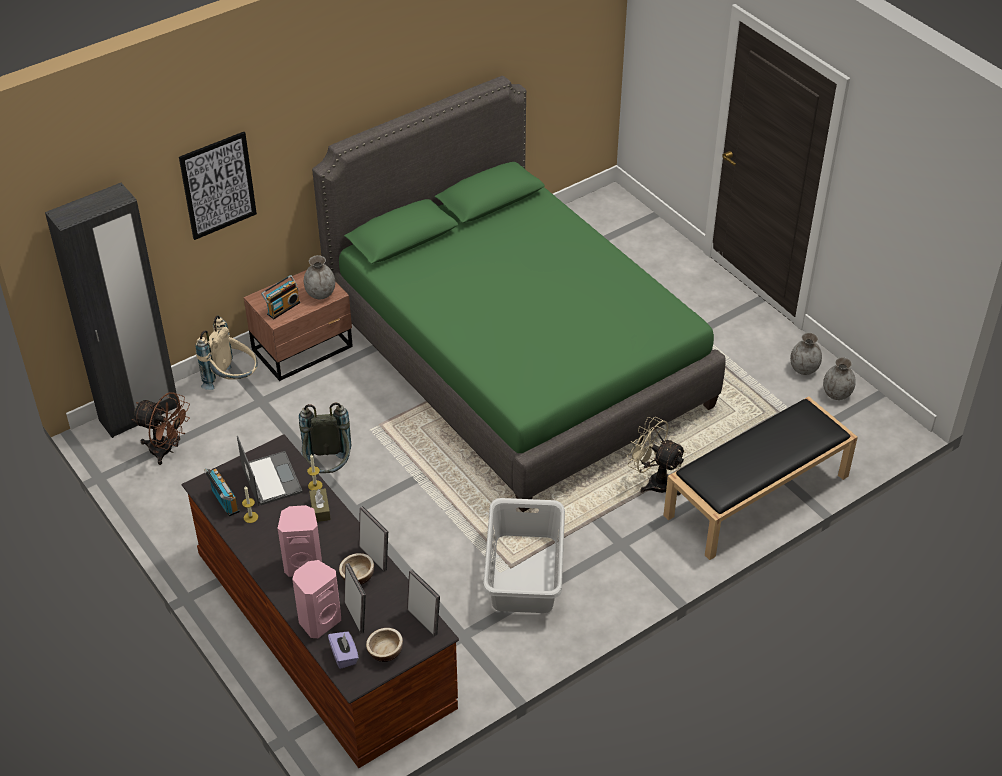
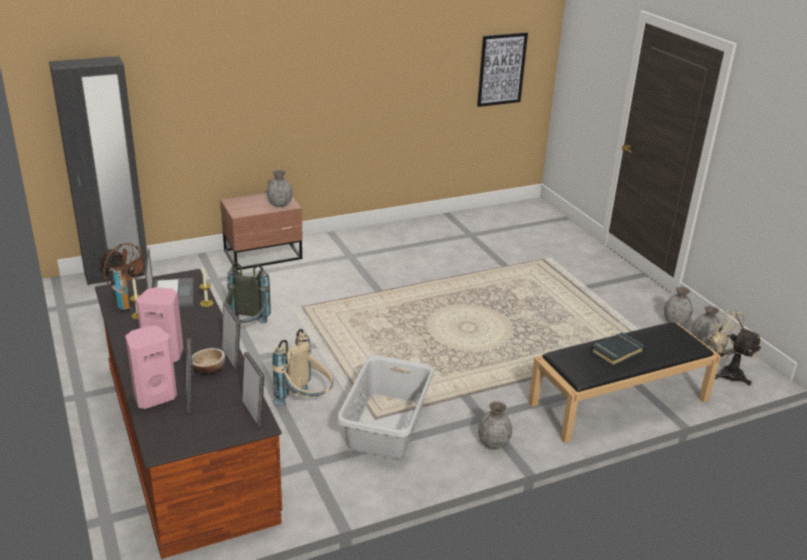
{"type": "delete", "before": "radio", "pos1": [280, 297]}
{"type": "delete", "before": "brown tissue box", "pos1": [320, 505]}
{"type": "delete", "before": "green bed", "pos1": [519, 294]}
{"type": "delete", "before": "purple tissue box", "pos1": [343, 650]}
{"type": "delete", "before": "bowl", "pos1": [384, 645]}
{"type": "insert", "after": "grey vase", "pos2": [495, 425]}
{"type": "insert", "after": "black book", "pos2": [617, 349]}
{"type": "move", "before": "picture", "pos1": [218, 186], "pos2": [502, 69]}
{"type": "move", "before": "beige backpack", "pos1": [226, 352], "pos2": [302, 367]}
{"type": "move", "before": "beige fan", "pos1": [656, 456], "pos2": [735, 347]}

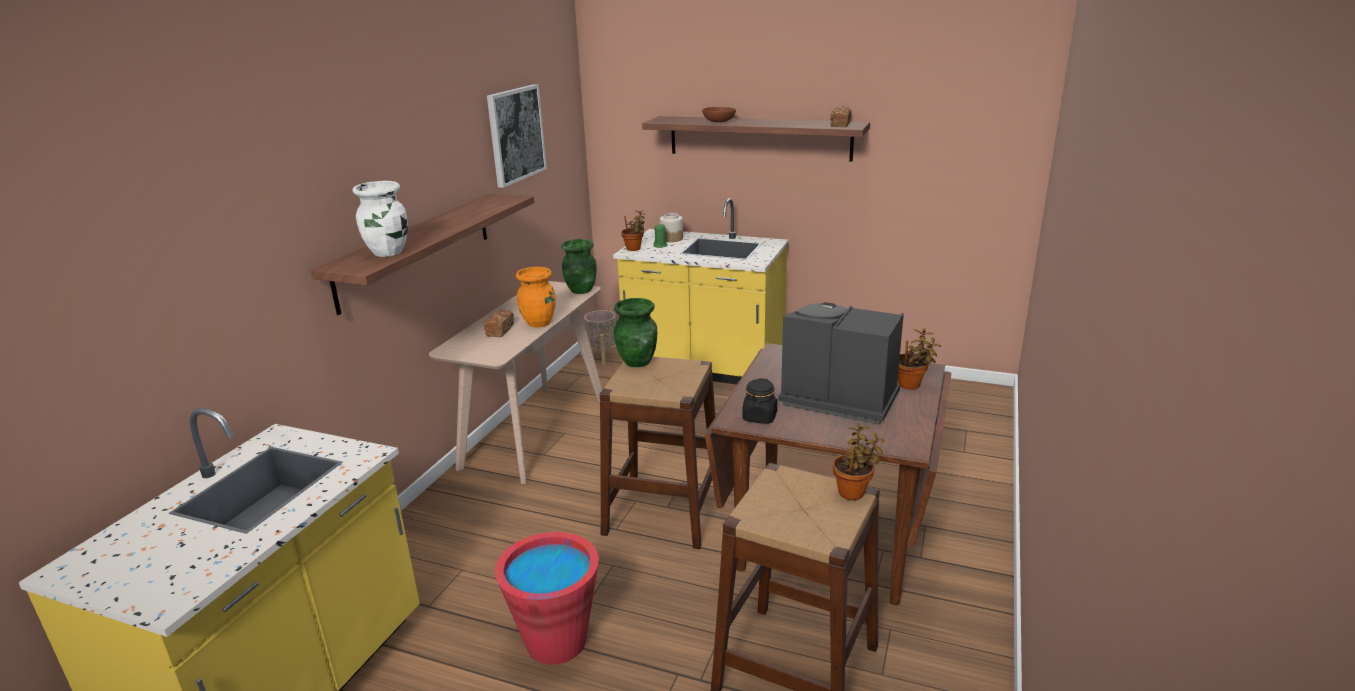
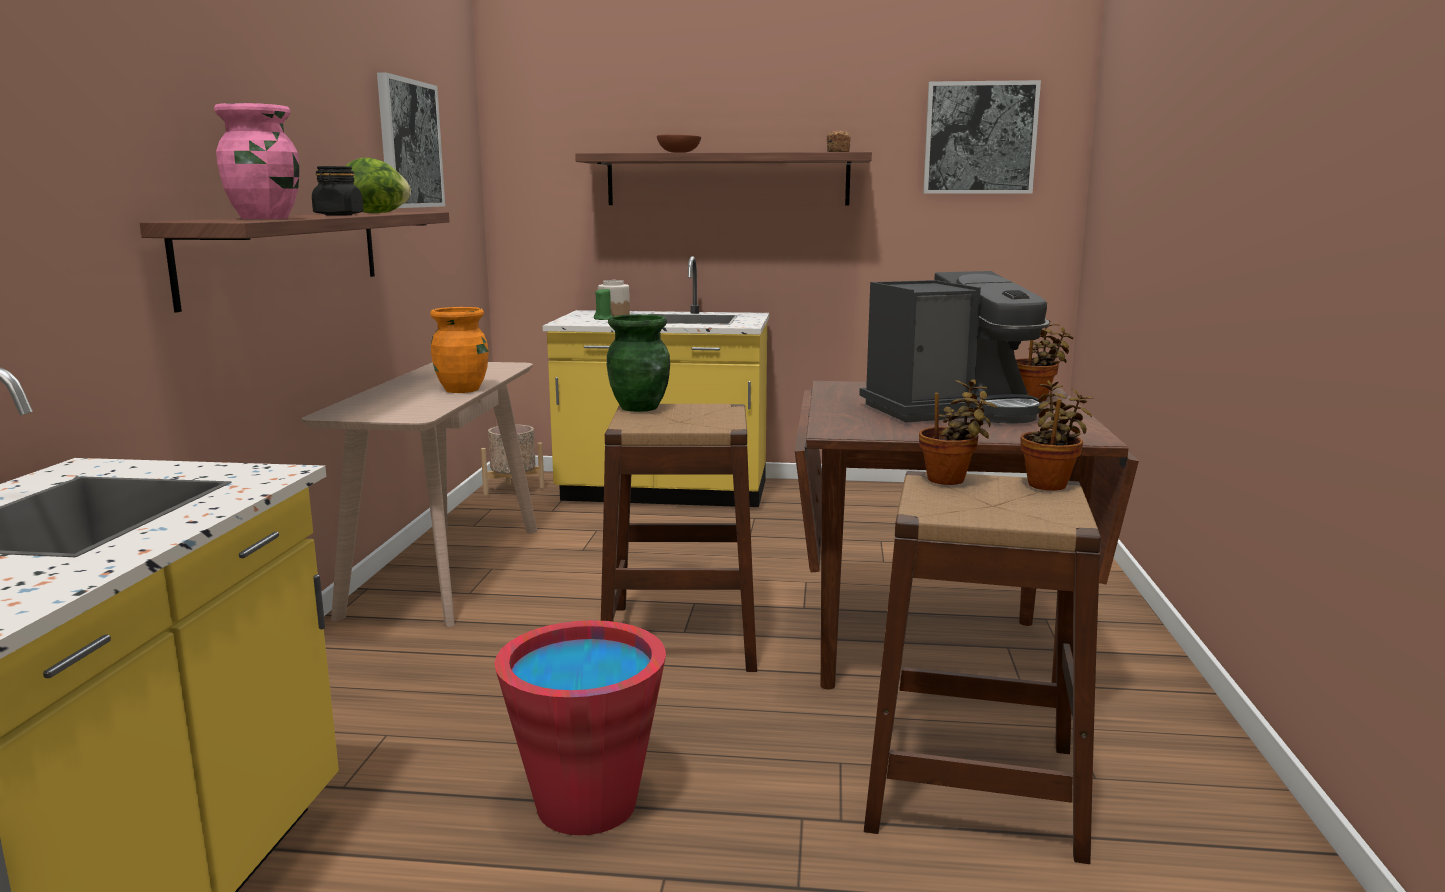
{"type": "delete", "before": "bread", "pos1": [499, 323]}
{"type": "delete", "before": "green vase", "pos1": [579, 266]}
{"type": "insert", "after": "lettuce", "pos2": [378, 185]}
{"type": "insert", "after": "picture", "pos2": [982, 137]}
{"type": "move", "before": "potted plant", "pos1": [633, 230], "pos2": [958, 432]}
{"type": "move", "before": "black jar", "pos1": [759, 401], "pos2": [338, 191]}
{"type": "recolor", "before": "white vase", "after": "pink vase", "pos1": [380, 219], "pos2": [256, 161]}
{"type": "rotate", "before": "coffee machine", "pos1": [841, 363], "pos2": [954, 347], "turn": 150}

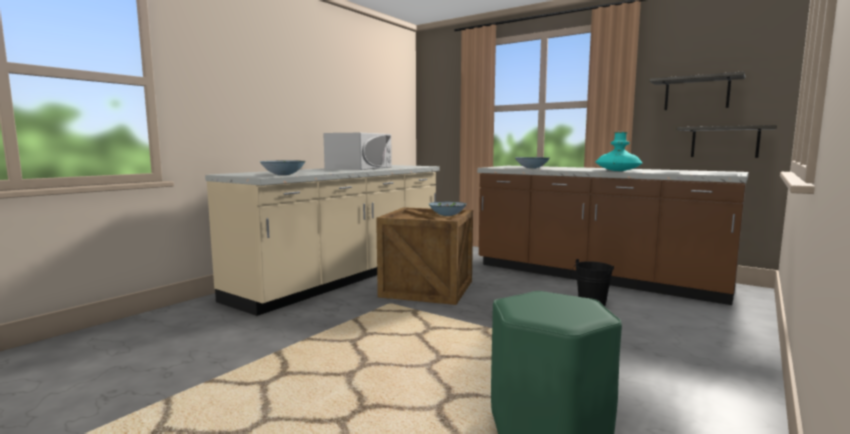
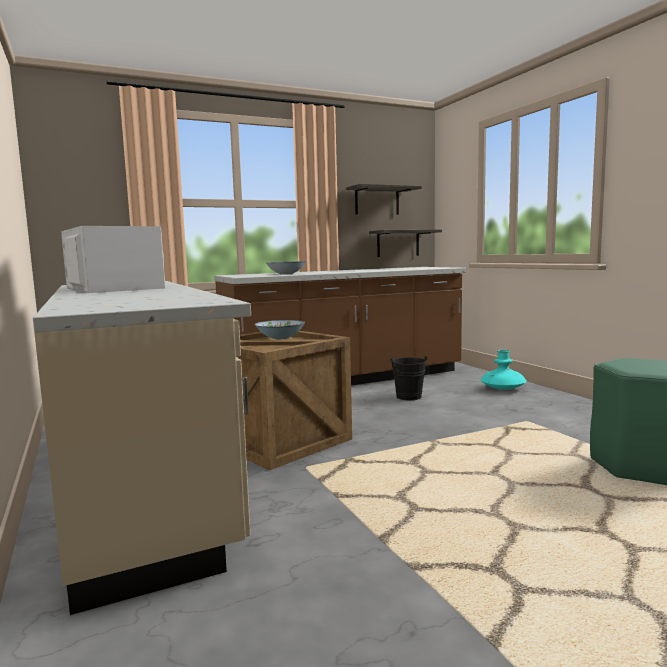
{"type": "delete", "before": "bowl", "pos1": [282, 167]}
{"type": "move", "before": "turquoise vase", "pos1": [619, 151], "pos2": [504, 370]}

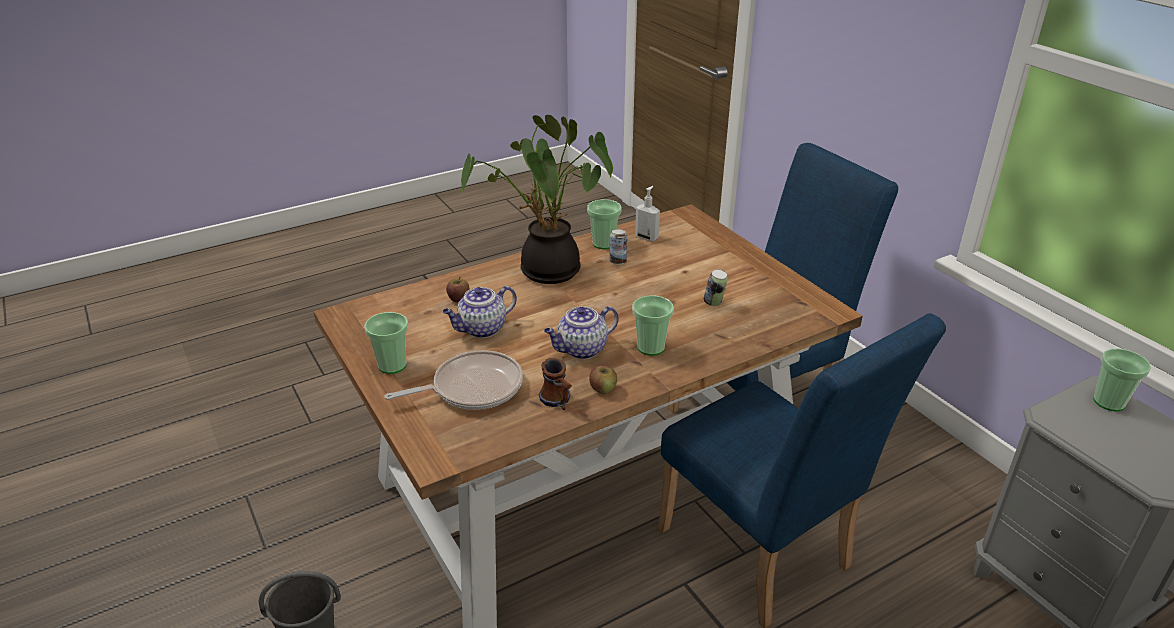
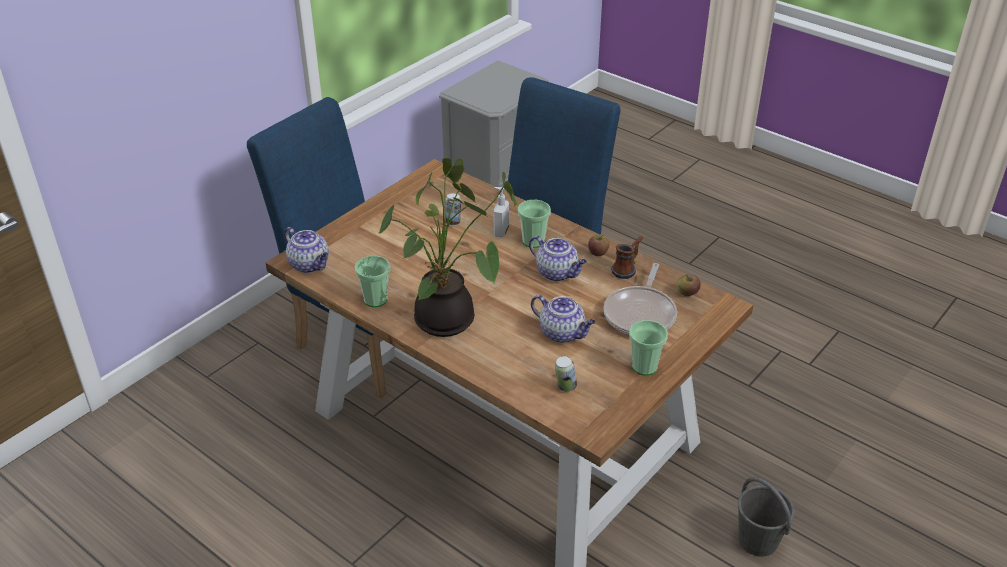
{"type": "delete", "before": "cup", "pos1": [1122, 379]}
{"type": "insert", "after": "teapot", "pos2": [306, 250]}
{"type": "move", "before": "apple", "pos1": [457, 289], "pos2": [689, 285]}
{"type": "move", "before": "can", "pos1": [618, 247], "pos2": [566, 374]}
{"type": "move", "before": "soap dispenser", "pos1": [647, 213], "pos2": [501, 212]}
{"type": "rotate", "before": "frying pan", "pos1": [453, 380], "pos2": [640, 299], "turn": -120}

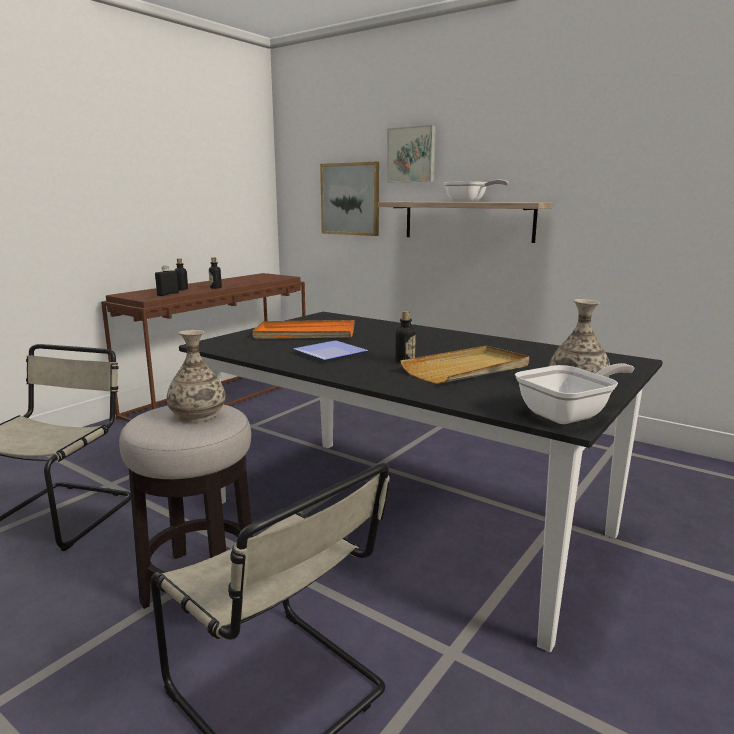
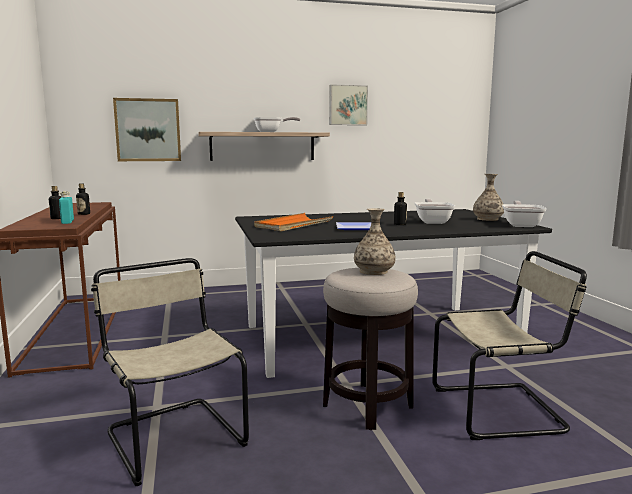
{"type": "move", "before": "picture", "pos1": [411, 153], "pos2": [348, 104]}
{"type": "replace", "before": "beige tray", "after": "frying pan", "pos1": [464, 364], "pos2": [435, 211]}
{"type": "recolor", "before": "black bottle", "after": "turquoise bottle", "pos1": [167, 280], "pos2": [66, 207]}

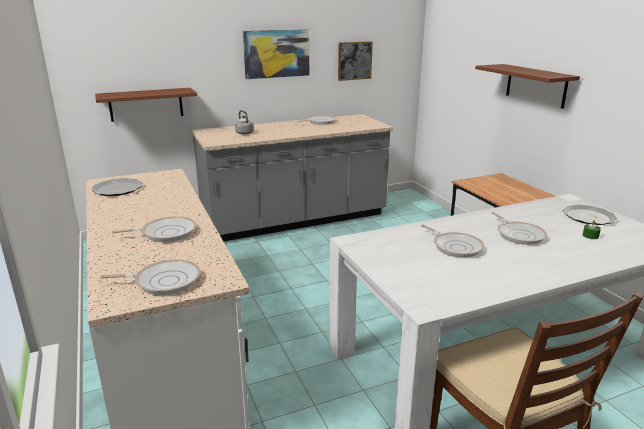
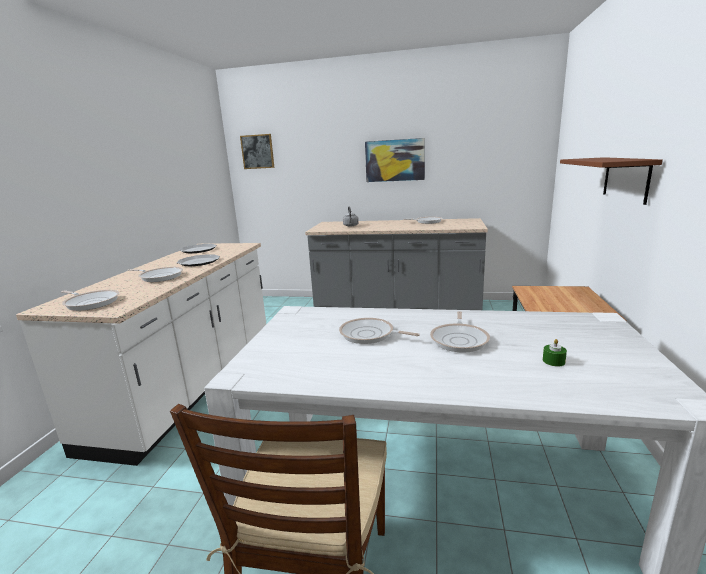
{"type": "delete", "before": "brown shelf", "pos1": [146, 105]}
{"type": "move", "before": "picture", "pos1": [355, 61], "pos2": [257, 151]}
{"type": "move", "before": "plate", "pos1": [590, 215], "pos2": [198, 260]}
{"type": "rotate", "before": "frying pan", "pos1": [453, 241], "pos2": [379, 331], "turn": 120}

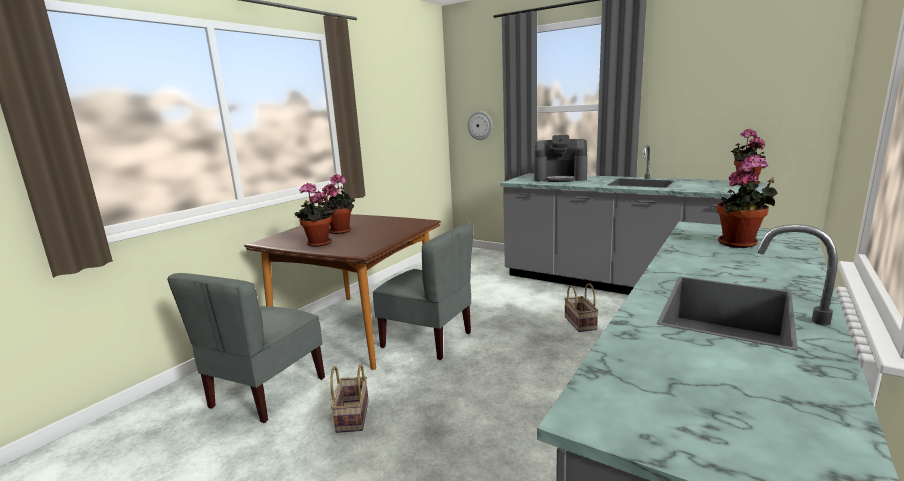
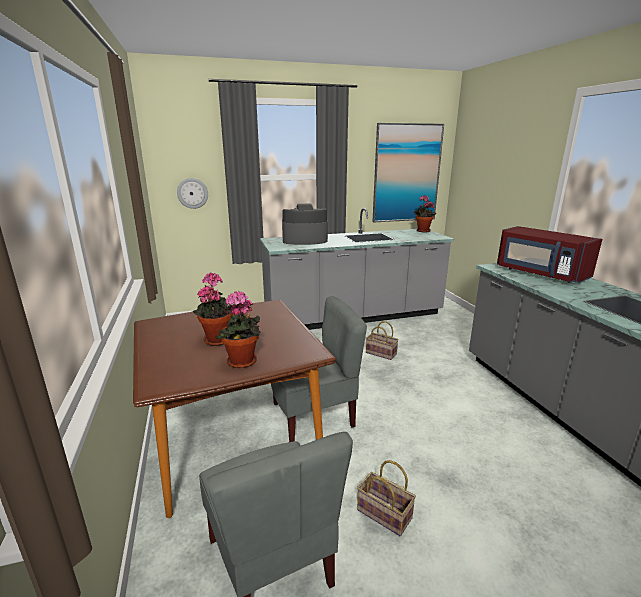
{"type": "insert", "after": "picture", "pos2": [408, 172]}
{"type": "replace", "before": "potted plant", "after": "red microwave", "pos1": [747, 201], "pos2": [549, 255]}
{"type": "rotate", "before": "coffee machine", "pos1": [561, 158], "pos2": [305, 224], "turn": -150}

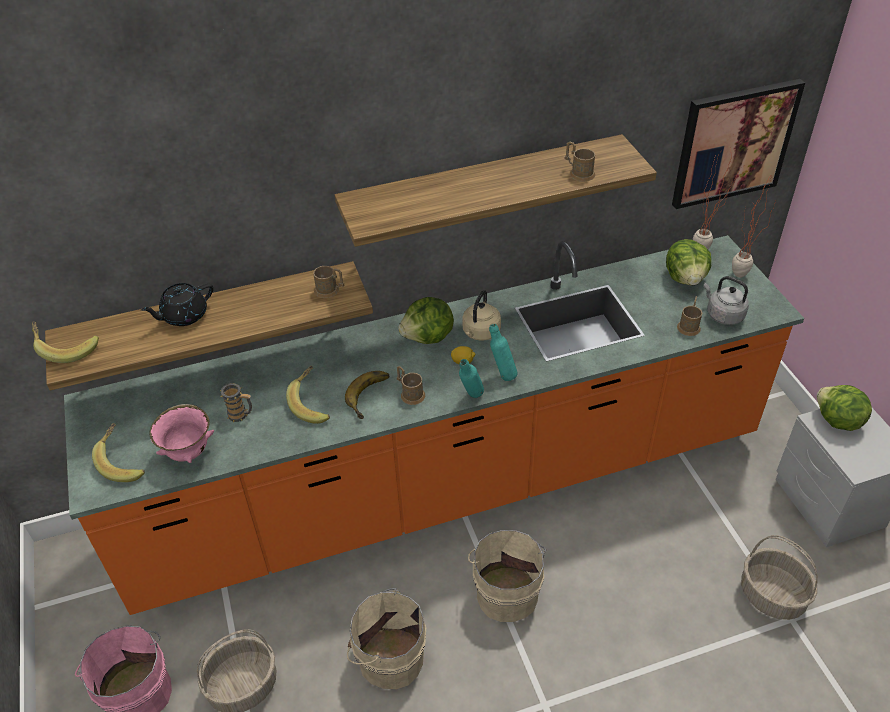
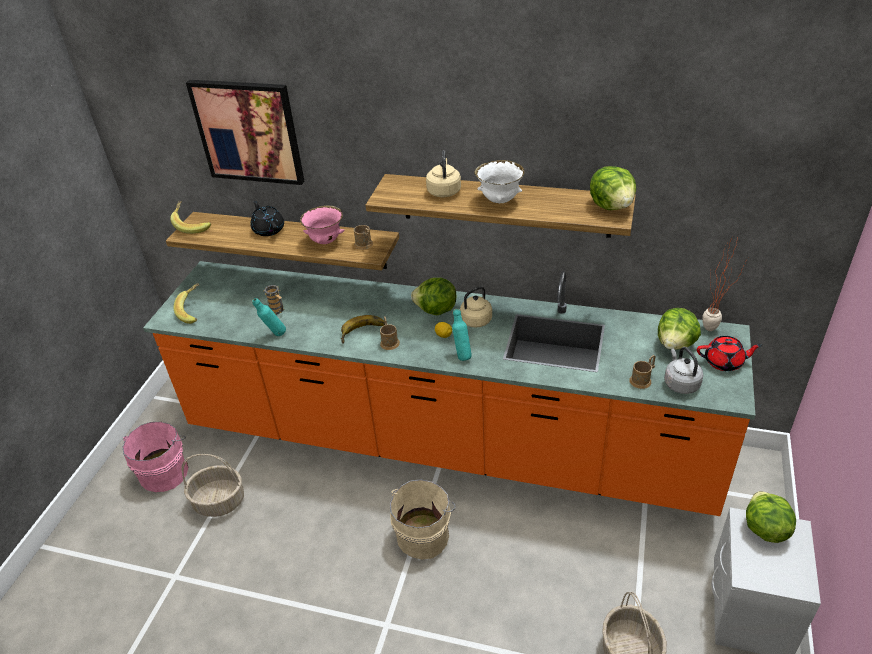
{"type": "delete", "before": "banana", "pos1": [308, 395]}
{"type": "delete", "before": "beige bucket", "pos1": [386, 638]}
{"type": "delete", "before": "brown mug", "pos1": [580, 162]}
{"type": "insert", "after": "beige kettle", "pos2": [443, 173]}
{"type": "insert", "after": "white bowl", "pos2": [500, 181]}
{"type": "insert", "after": "lettuce", "pos2": [613, 188]}
{"type": "move", "before": "pink bowl", "pos1": [181, 433], "pos2": [322, 225]}
{"type": "move", "before": "turquoise bottle", "pos1": [471, 378], "pos2": [269, 317]}
{"type": "move", "before": "picture", "pos1": [738, 144], "pos2": [245, 132]}
{"type": "replace", "before": "potted plant", "after": "red teapot", "pos1": [754, 225], "pos2": [729, 353]}
{"type": "rotate", "before": "black teapot", "pos1": [177, 304], "pos2": [267, 218], "turn": 60}

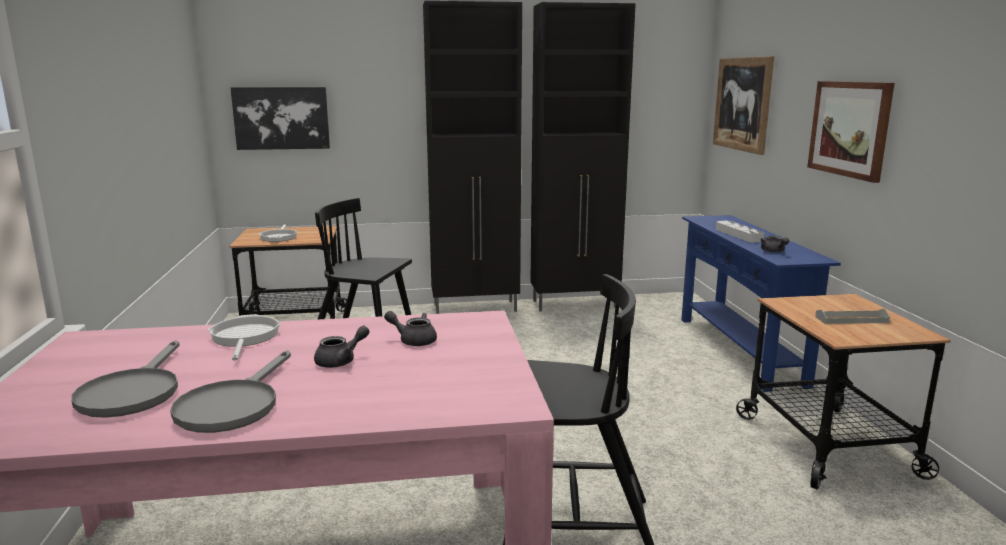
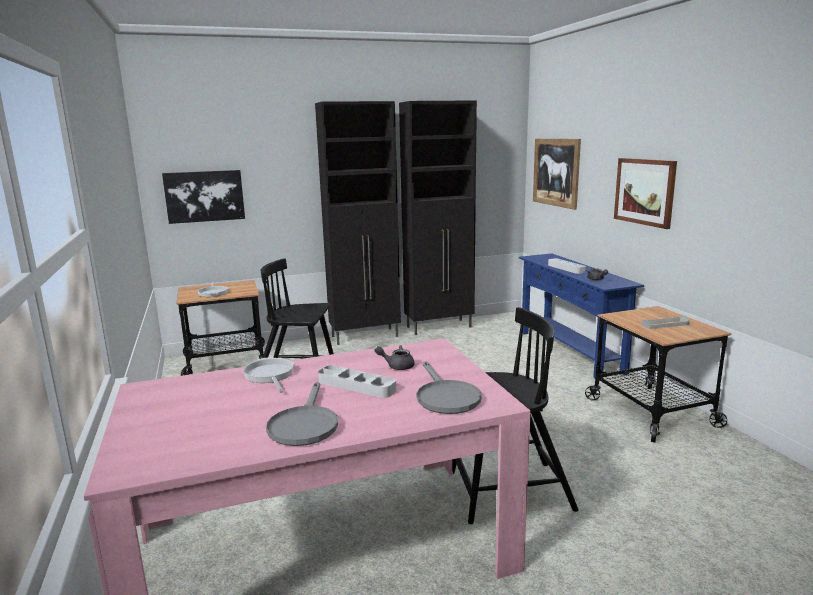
{"type": "move", "before": "grey frying pan", "pos1": [125, 379], "pos2": [449, 387]}
{"type": "replace", "before": "grey teapot", "after": "grey tray", "pos1": [342, 347], "pos2": [357, 381]}

